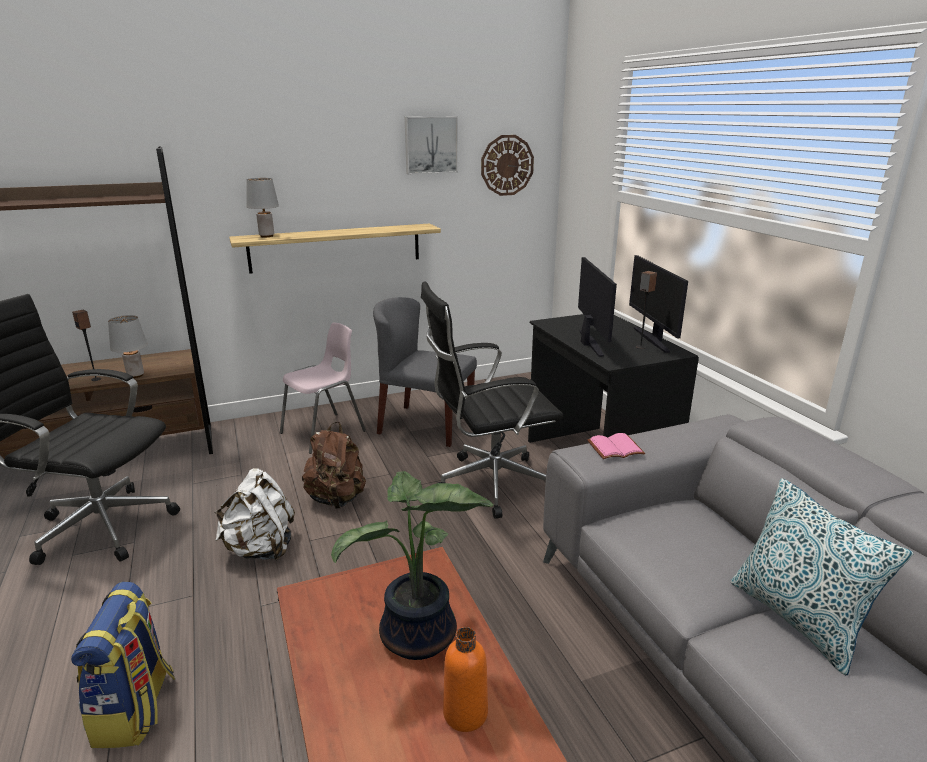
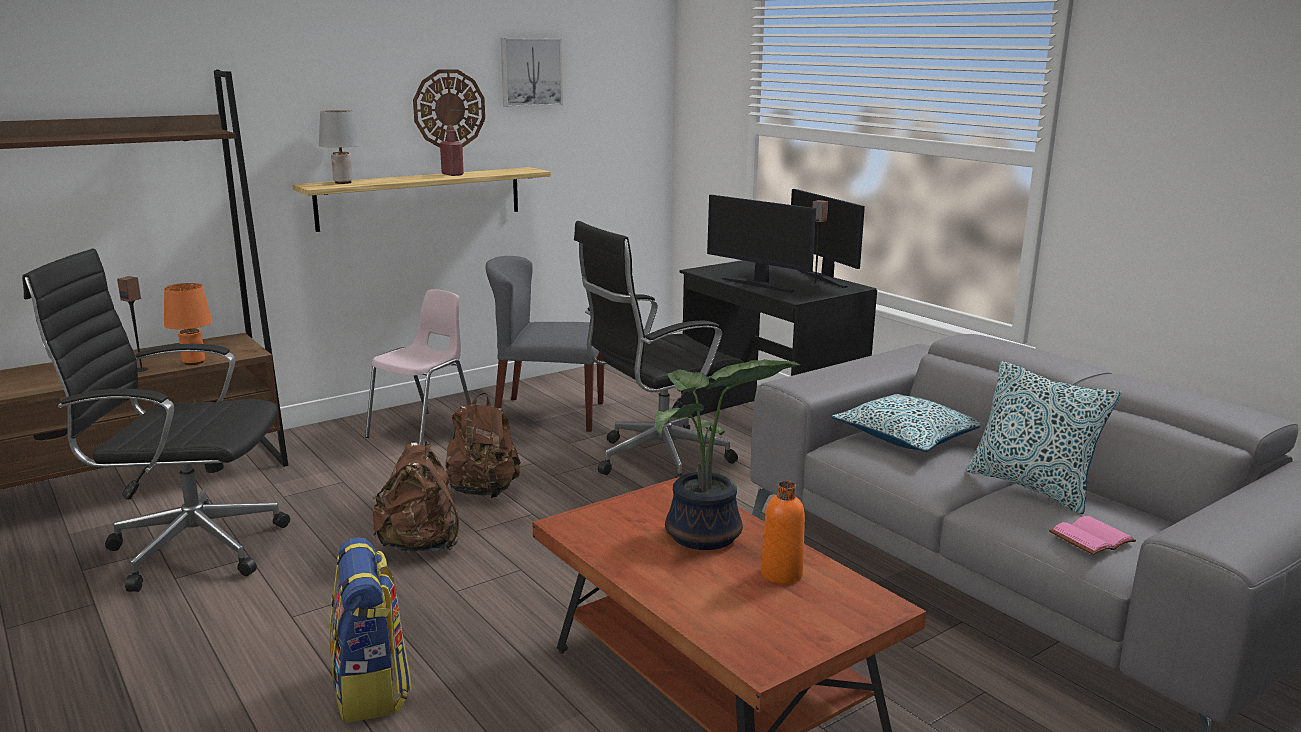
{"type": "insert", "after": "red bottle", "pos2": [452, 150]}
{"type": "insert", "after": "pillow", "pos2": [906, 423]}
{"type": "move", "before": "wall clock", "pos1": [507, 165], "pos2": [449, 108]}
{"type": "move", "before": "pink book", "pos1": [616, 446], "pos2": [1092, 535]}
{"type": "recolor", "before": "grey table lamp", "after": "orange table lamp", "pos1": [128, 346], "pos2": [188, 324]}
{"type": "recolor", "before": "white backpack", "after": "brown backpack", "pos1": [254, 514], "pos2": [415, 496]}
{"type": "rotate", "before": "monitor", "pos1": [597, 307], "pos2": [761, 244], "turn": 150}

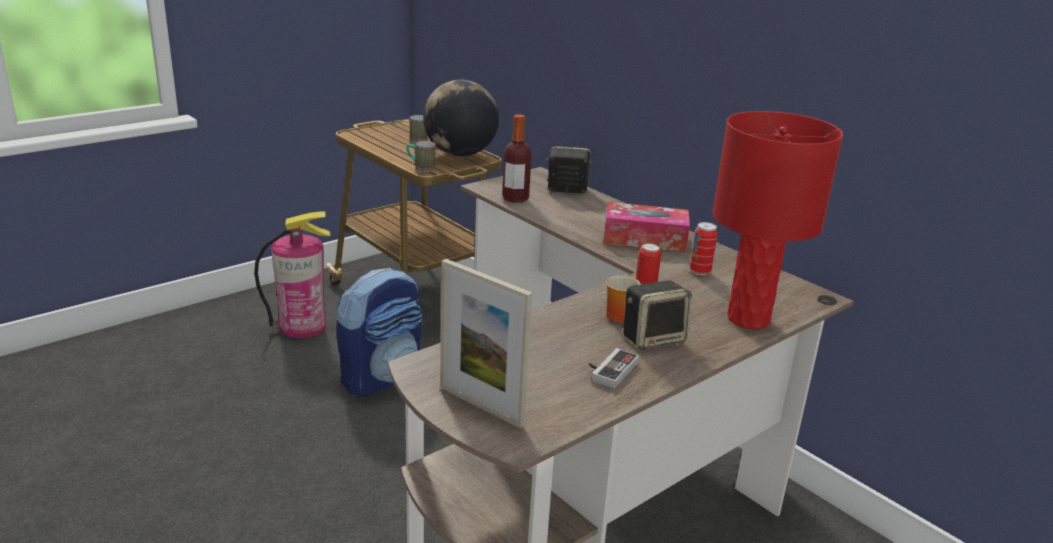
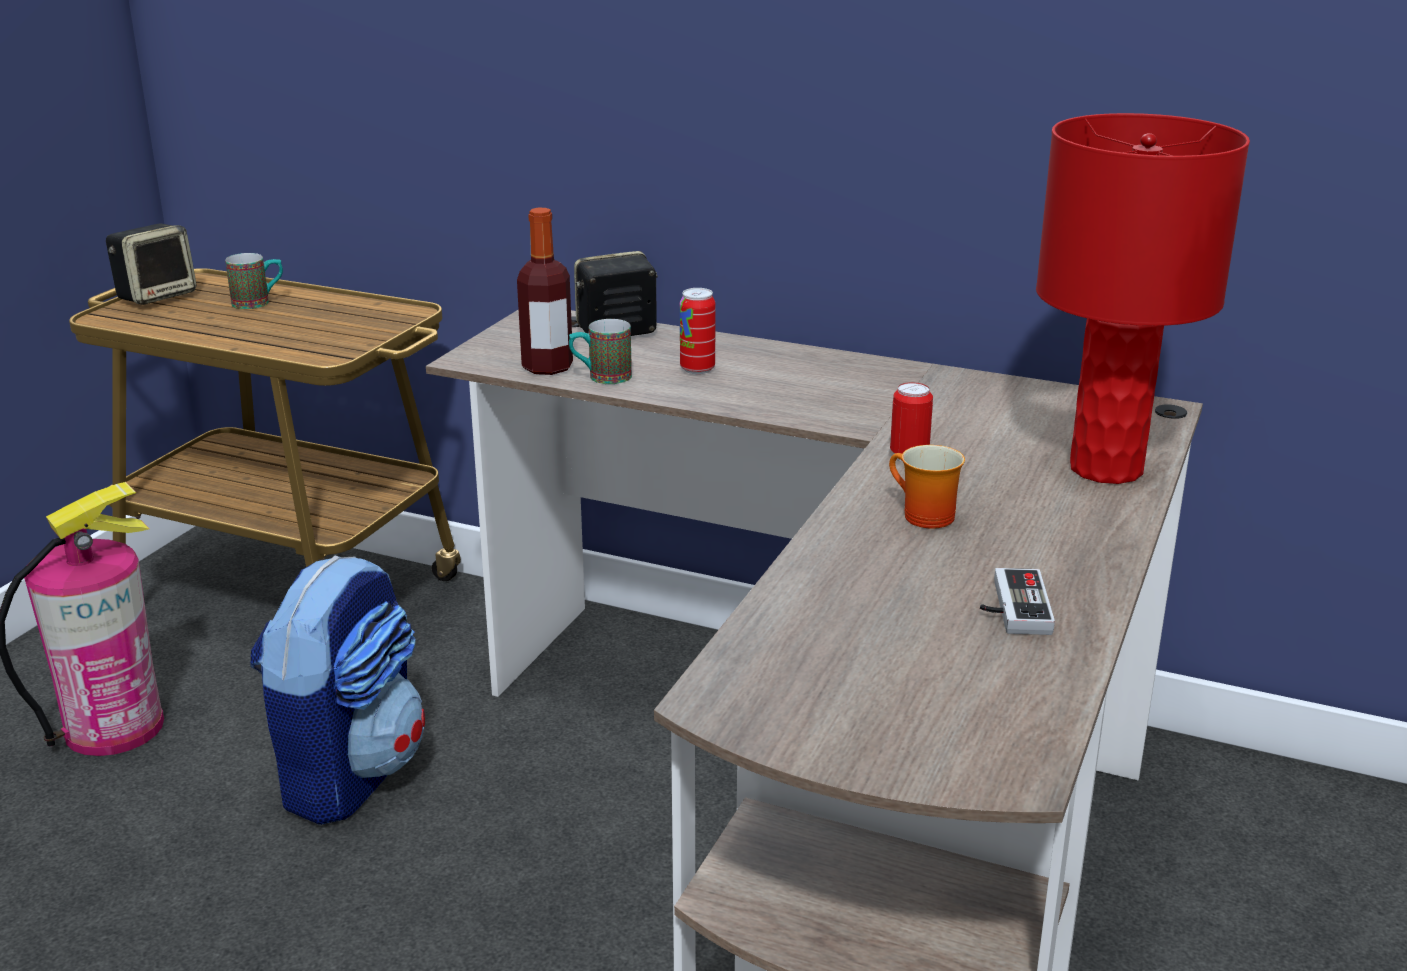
{"type": "delete", "before": "globe", "pos1": [461, 118]}
{"type": "delete", "before": "picture frame", "pos1": [486, 343]}
{"type": "delete", "before": "tissue box", "pos1": [646, 227]}
{"type": "move", "before": "mug", "pos1": [421, 156], "pos2": [600, 351]}
{"type": "move", "before": "speaker", "pos1": [657, 315], "pos2": [151, 264]}
{"type": "move", "before": "can", "pos1": [704, 248], "pos2": [698, 331]}

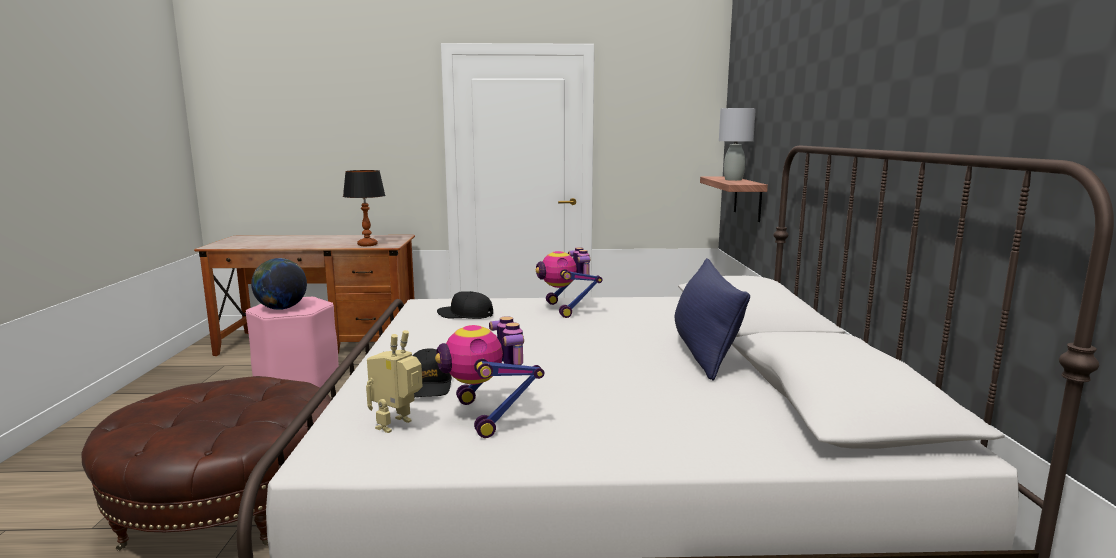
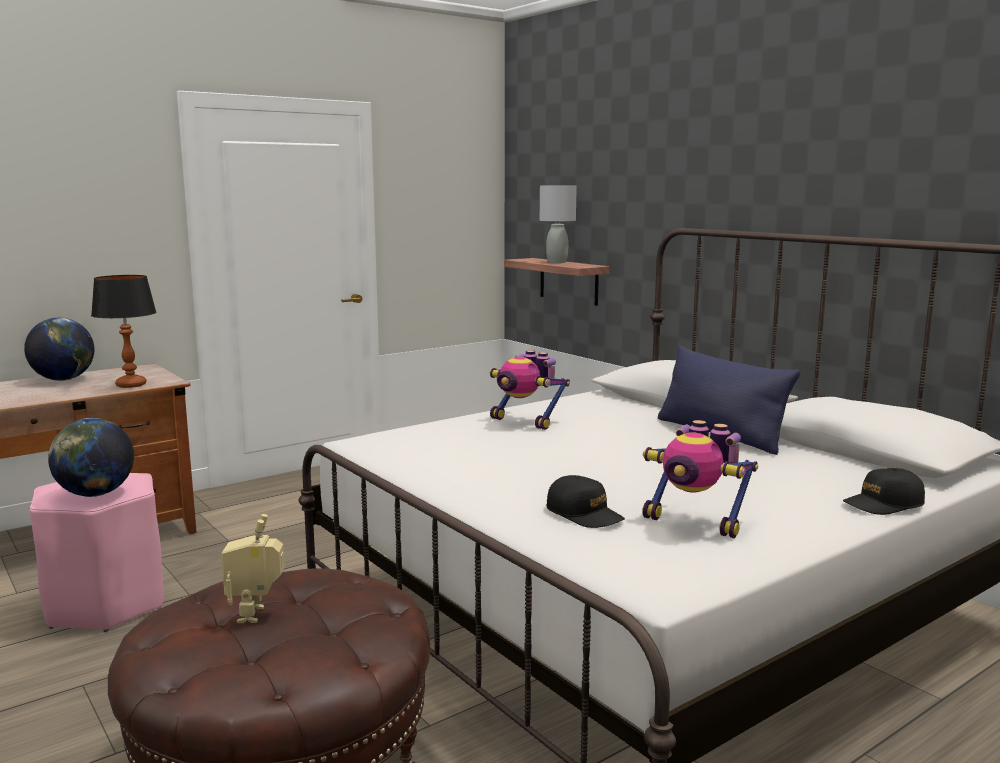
{"type": "insert", "after": "globe", "pos2": [59, 349]}
{"type": "move", "before": "toy robot", "pos1": [394, 381], "pos2": [253, 568]}
{"type": "move", "before": "black cap", "pos1": [465, 305], "pos2": [884, 491]}

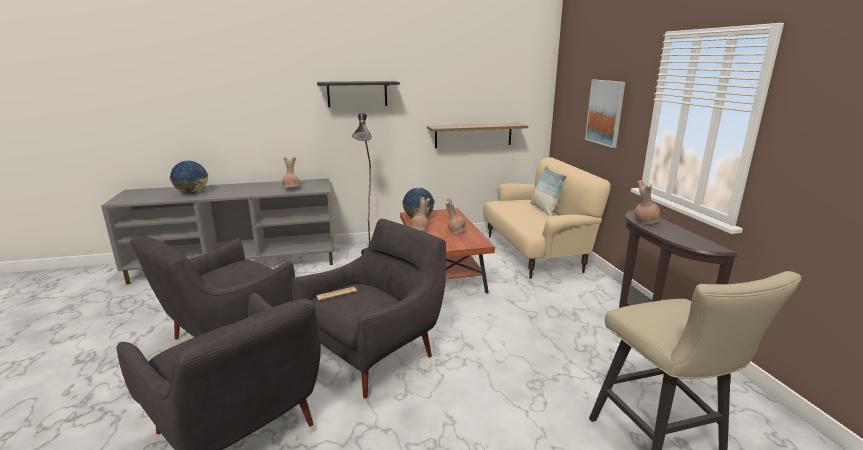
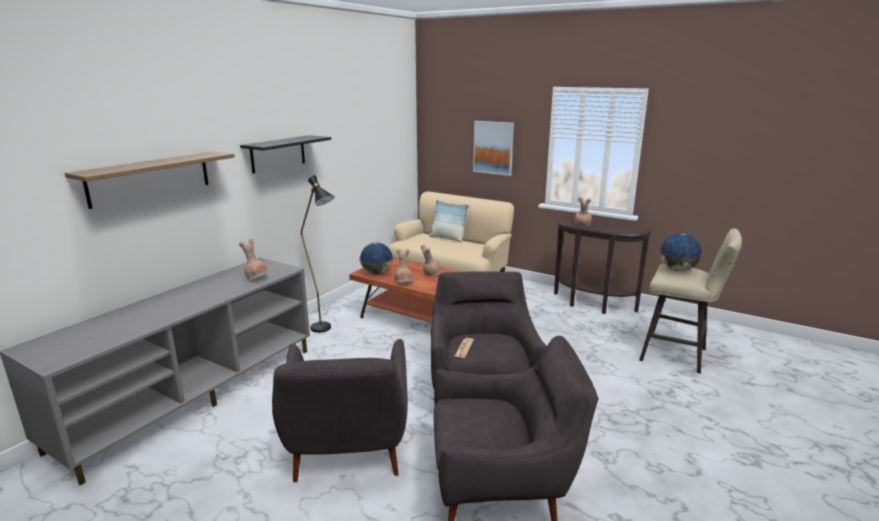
{"type": "move", "before": "globe", "pos1": [188, 177], "pos2": [681, 252]}
{"type": "move", "before": "shelf", "pos1": [477, 135], "pos2": [149, 180]}

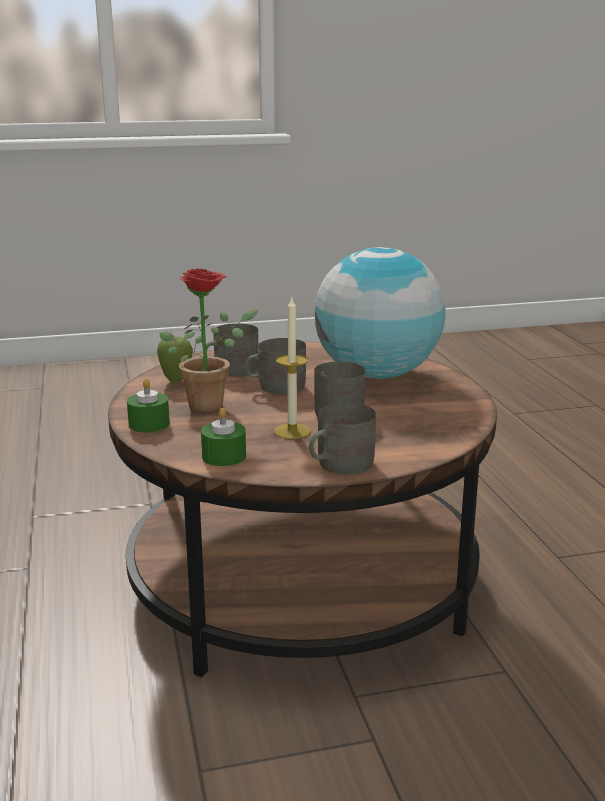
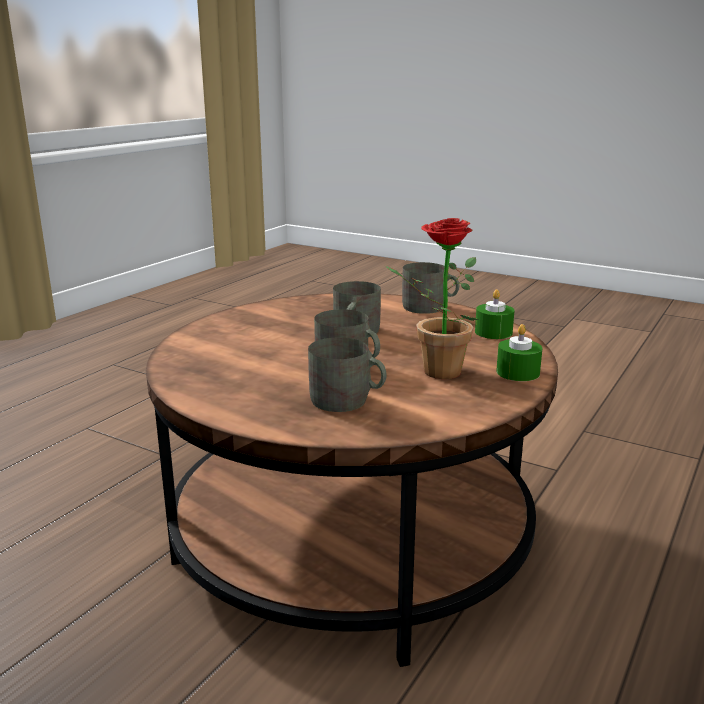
{"type": "delete", "before": "apple", "pos1": [175, 360]}
{"type": "delete", "before": "candle", "pos1": [292, 367]}
{"type": "delete", "before": "globe", "pos1": [380, 313]}

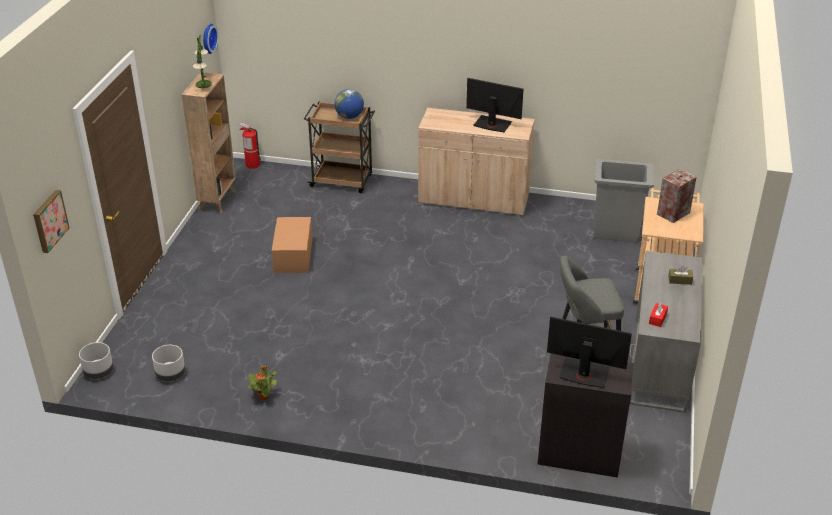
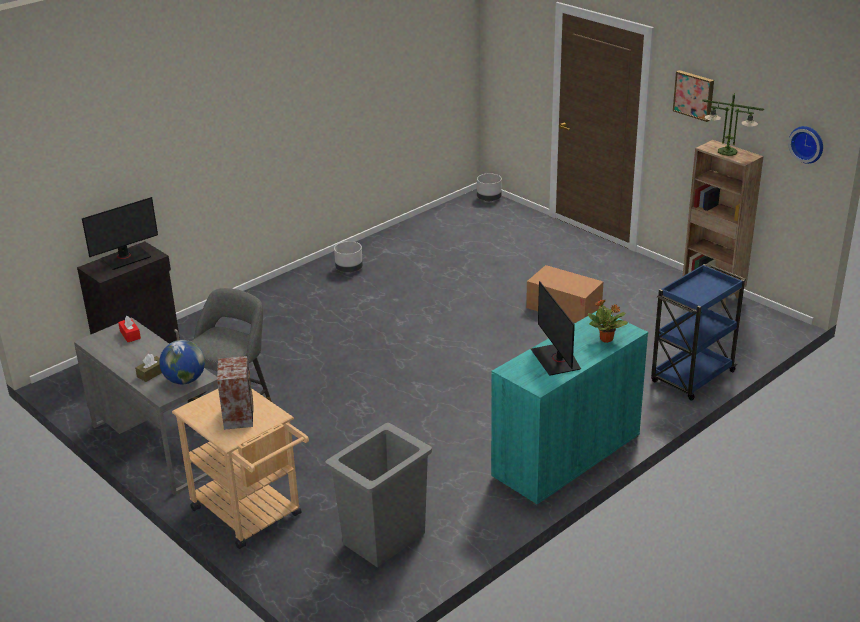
{"type": "delete", "before": "fire extinguisher", "pos1": [250, 146]}
{"type": "move", "before": "picture", "pos1": [51, 221], "pos2": [693, 96]}
{"type": "move", "before": "grey planter", "pos1": [168, 363], "pos2": [348, 257]}
{"type": "move", "before": "potted plant", "pos1": [262, 383], "pos2": [608, 321]}
{"type": "move", "before": "globe", "pos1": [349, 104], "pos2": [182, 362]}
{"type": "recolor", "before": "brown cart", "after": "blue cart", "pos1": [339, 147], "pos2": [698, 332]}
{"type": "recolor", "before": "beige cabinet", "after": "turquoise cabinet", "pos1": [476, 162], "pos2": [569, 408]}
{"type": "rotate", "before": "monitor", "pos1": [495, 105], "pos2": [556, 328], "turn": 105}

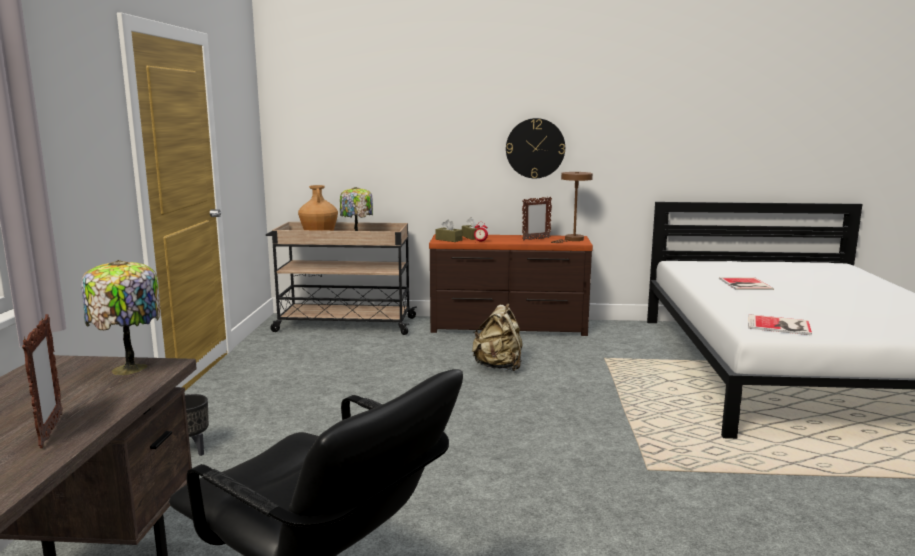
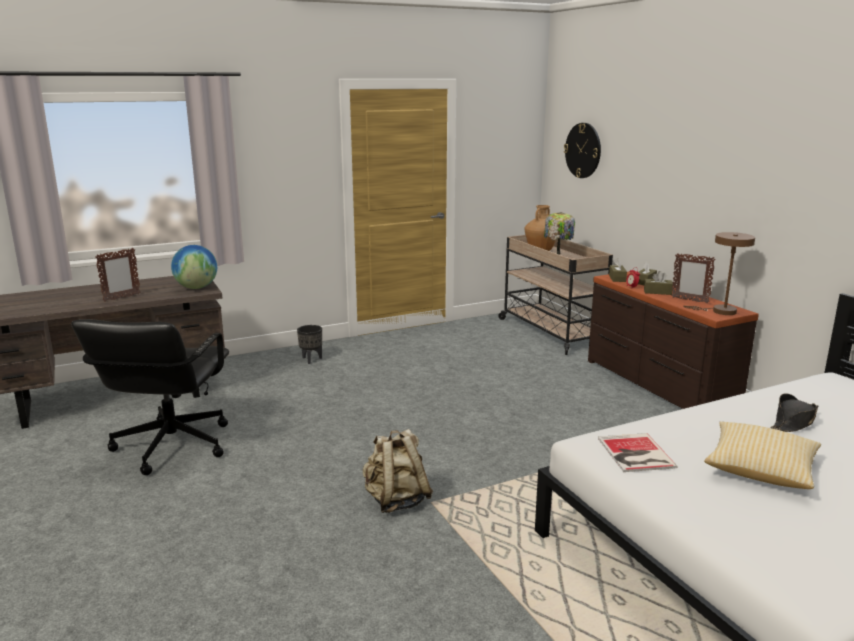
{"type": "insert", "after": "brown tissue box", "pos2": [658, 283]}
{"type": "insert", "after": "pillow", "pos2": [762, 455]}
{"type": "move", "before": "beige backpack", "pos1": [497, 337], "pos2": [398, 471]}
{"type": "move", "before": "wall clock", "pos1": [535, 148], "pos2": [582, 150]}
{"type": "replace", "before": "table lamp", "after": "globe", "pos1": [120, 317], "pos2": [194, 267]}
{"type": "replace", "before": "book", "after": "black hat", "pos1": [746, 283], "pos2": [794, 412]}

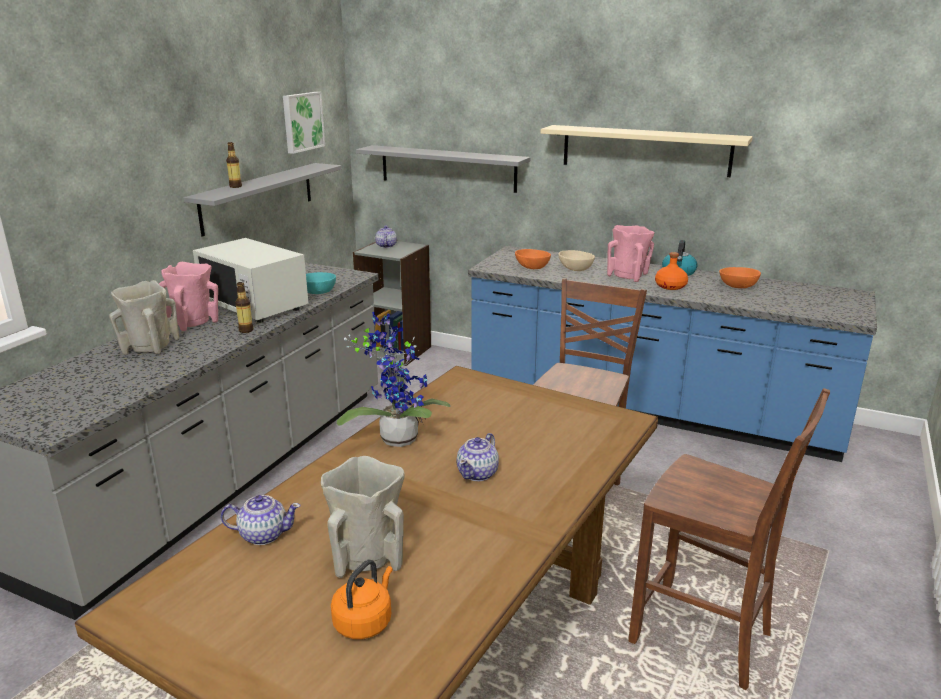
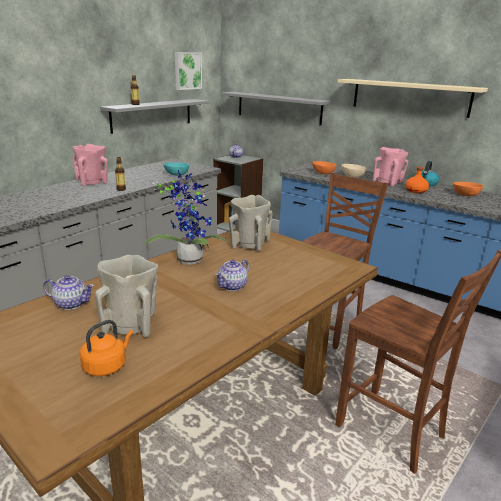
{"type": "delete", "before": "white microwave", "pos1": [251, 280]}
{"type": "move", "before": "beige vase", "pos1": [144, 317], "pos2": [251, 223]}

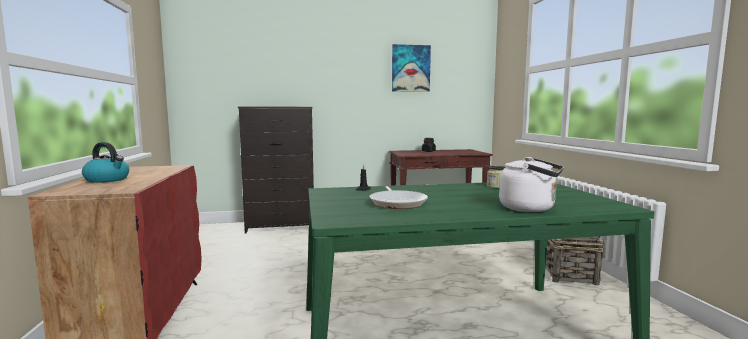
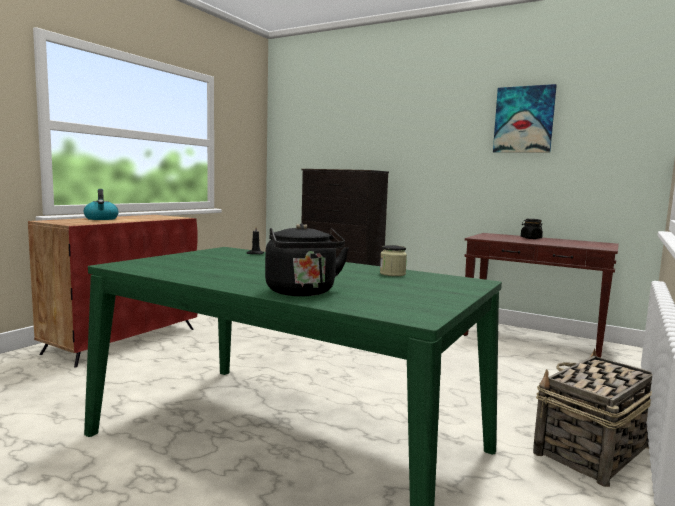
{"type": "delete", "before": "frying pan", "pos1": [399, 197]}
{"type": "recolor", "before": "white kettle", "after": "black kettle", "pos1": [531, 184], "pos2": [307, 259]}

